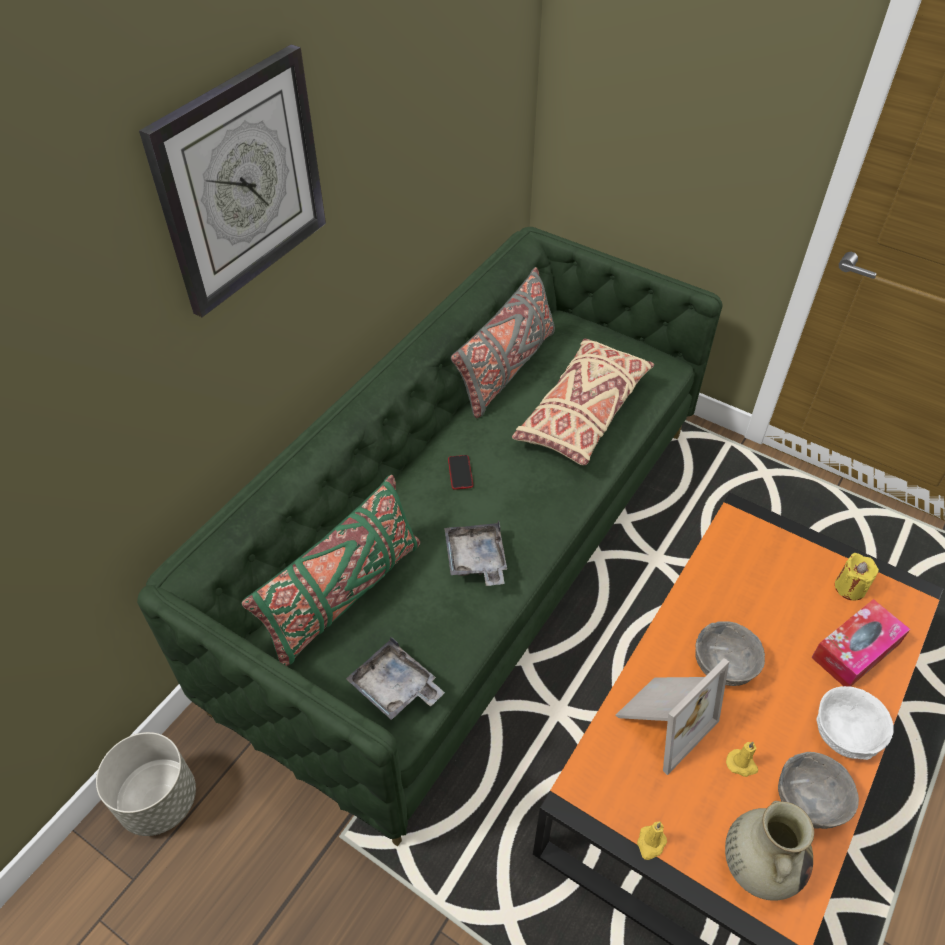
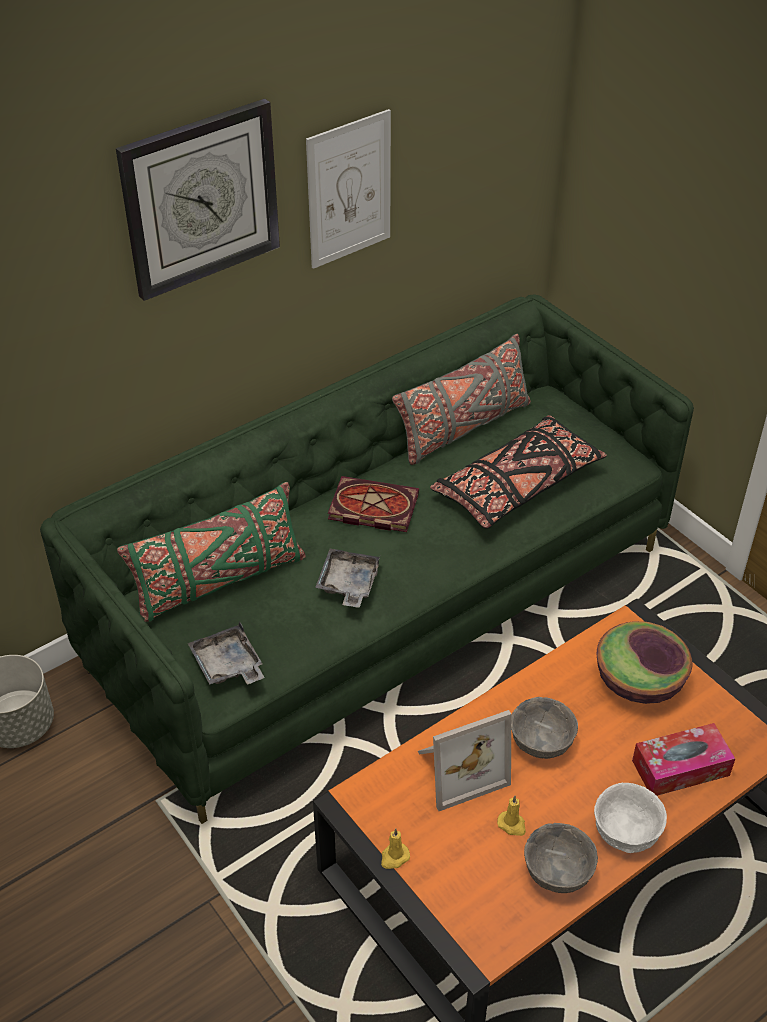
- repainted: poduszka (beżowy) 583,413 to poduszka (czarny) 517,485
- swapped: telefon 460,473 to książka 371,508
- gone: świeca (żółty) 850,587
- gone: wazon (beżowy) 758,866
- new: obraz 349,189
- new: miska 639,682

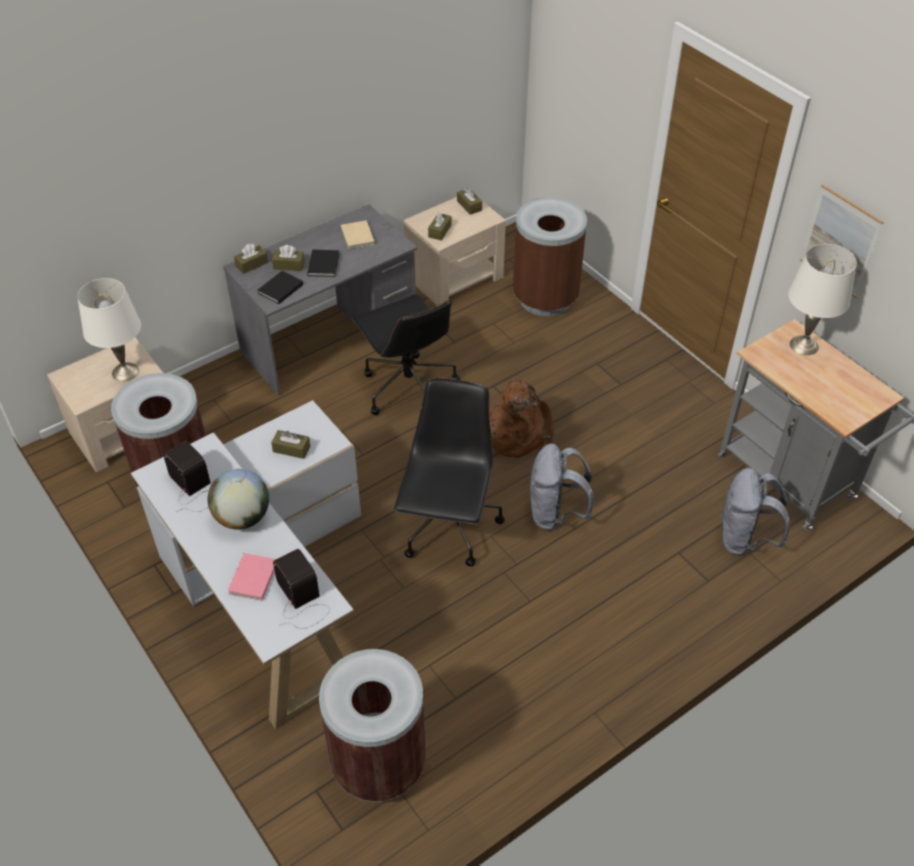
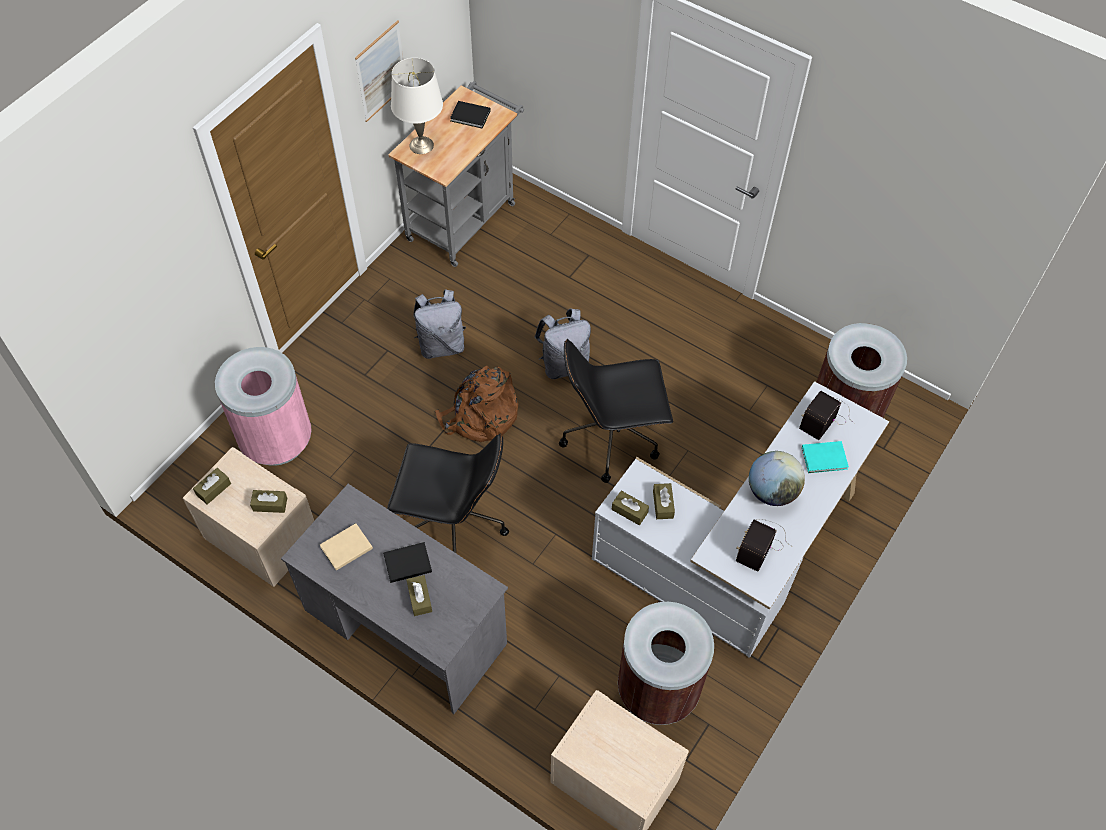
- repainted: kosz na śmieci (brązowy) 545,298 to kosz na śmieci (różowy) 276,440
- shifted: pudełko chusteczek (brązowy) 252,264 to 629,511
- shifted: książka (czarny) 279,289 to 471,116
- gone: lampa stołowa (biały) 126,371
- rotated: krzesło biurowe (czarny) 408,388 = 453,525 60 degrees clockwise
- shifted: plecak (szary) 744,539 to 441,345
- repainted: książka (różowy) 252,579 to książka (turkusowy) 825,458

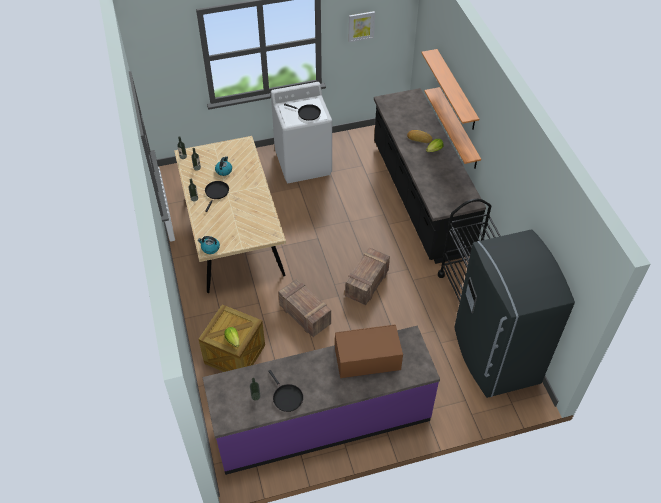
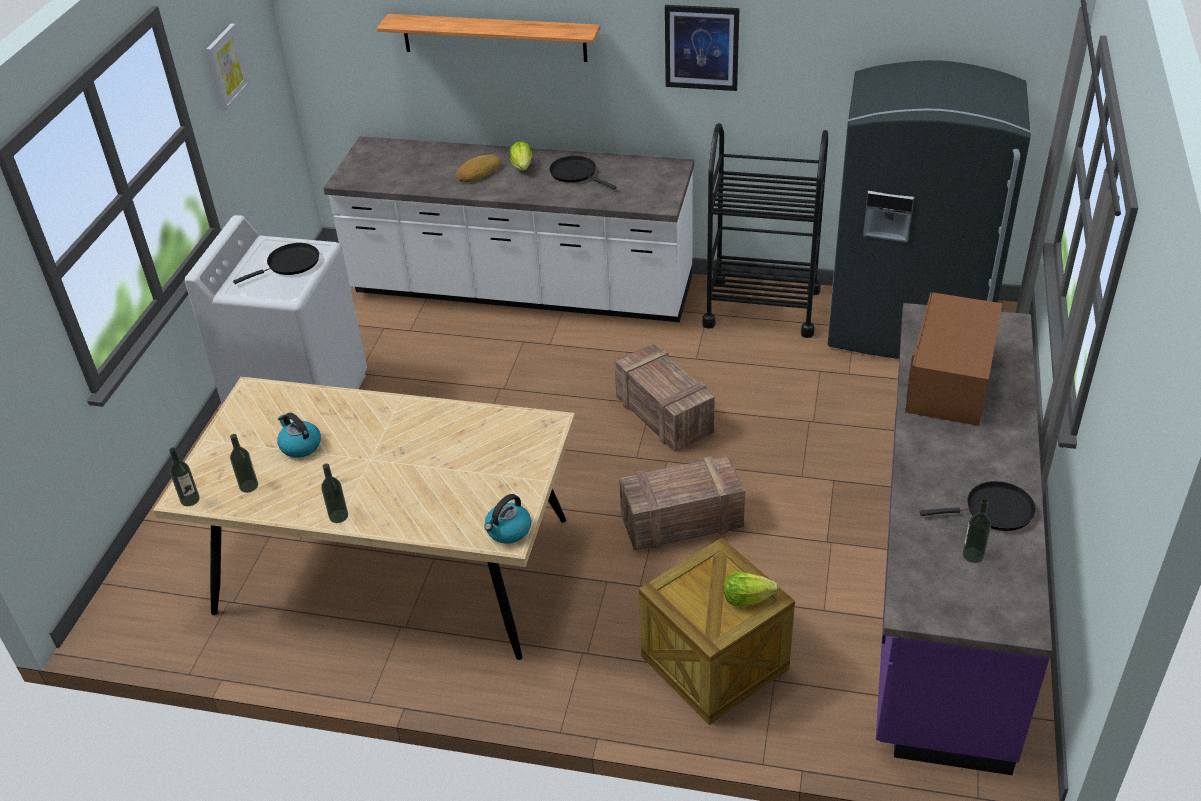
- gone: półka 458,129
- repainted: zabudowa kuchenna (czarny) 420,197 to zabudowa kuchenna (biały) 521,289
- shifted: patelnia (czarny) 216,193 to 576,173
- new: obraz 701,47

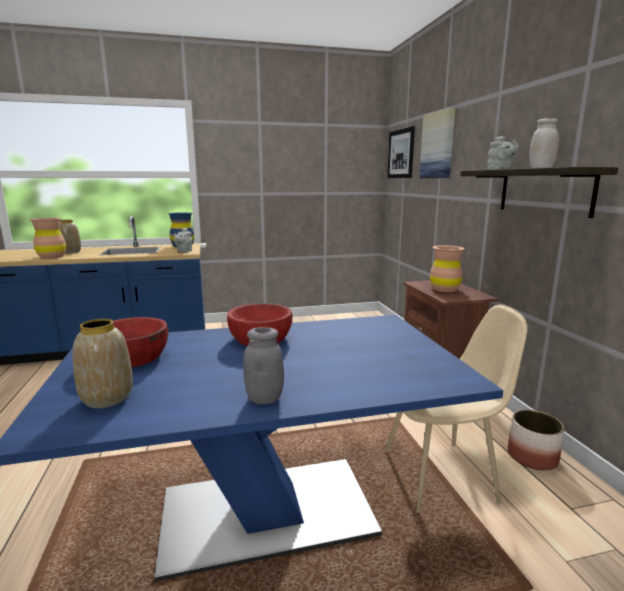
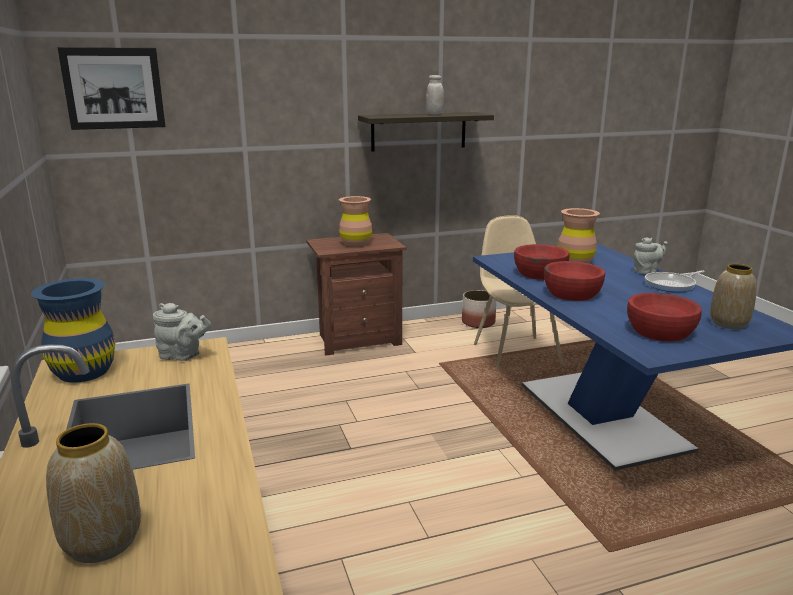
- gone: obraz 438,145
- shifted: imbryk (szary) 500,170 to 647,271
- shifted: wazon (brązowy) 52,257 to 575,262
- swapped: słoik (szary) 264,399 to patelnia 672,285
- new: miska (czerwony) 540,273

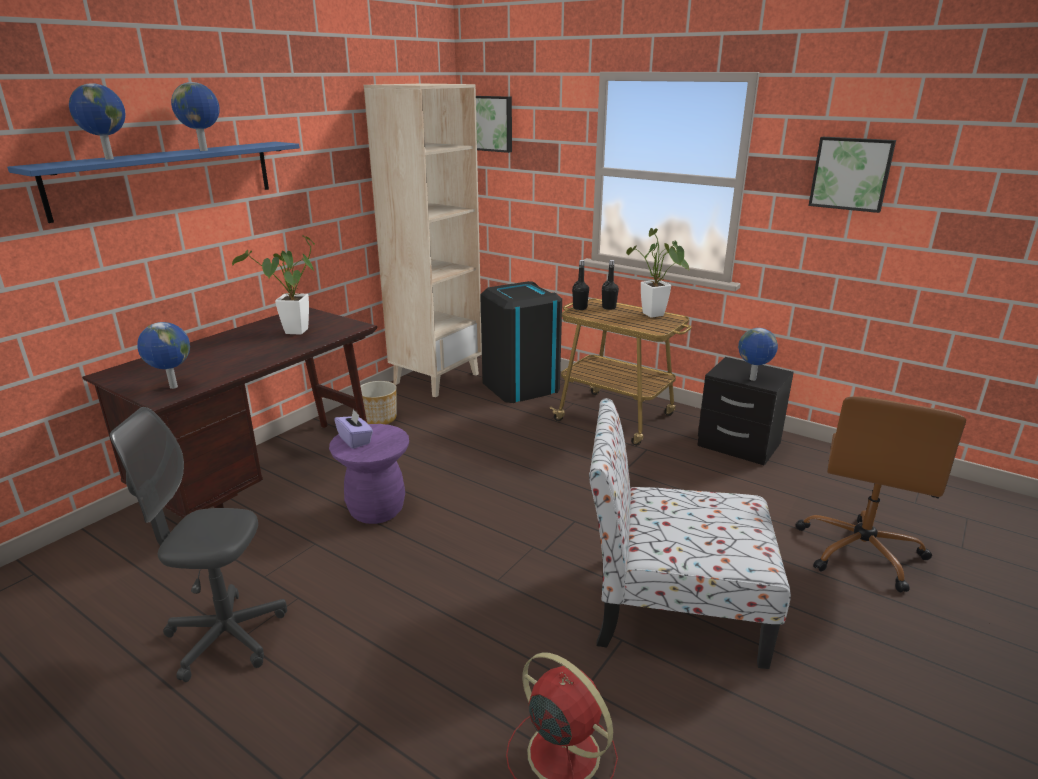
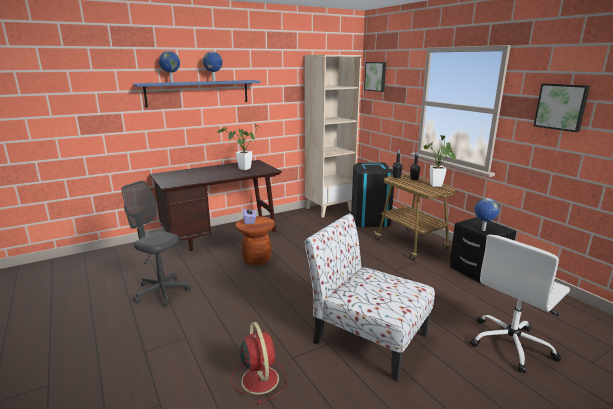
- gone: globus 172,387
- gone: donica 379,418
- repainted: krzesło biurowe (brązowy) 860,551 to krzesło biurowe (biały) 511,344
- repainted: stołek (fioletowy) 376,510 to stołek (brązowy) 256,259

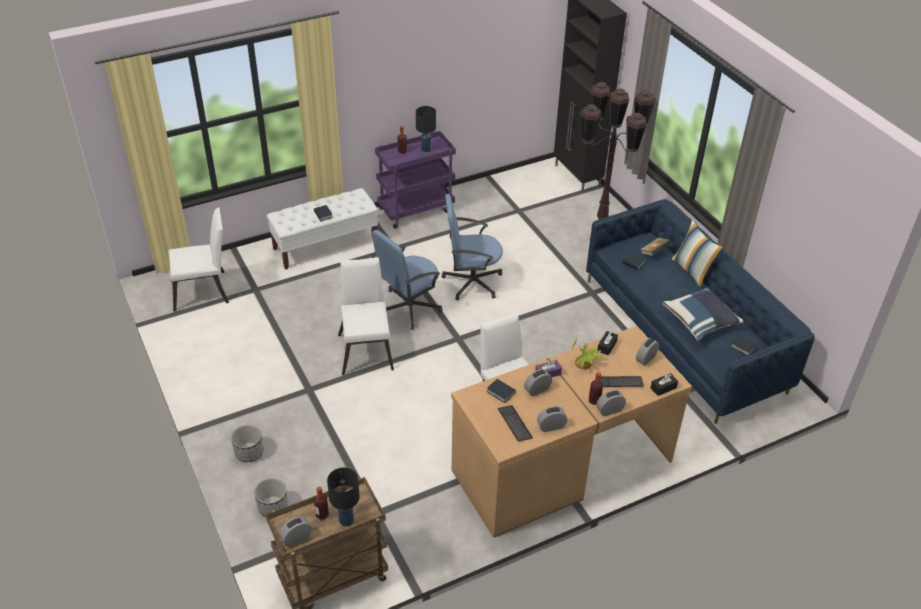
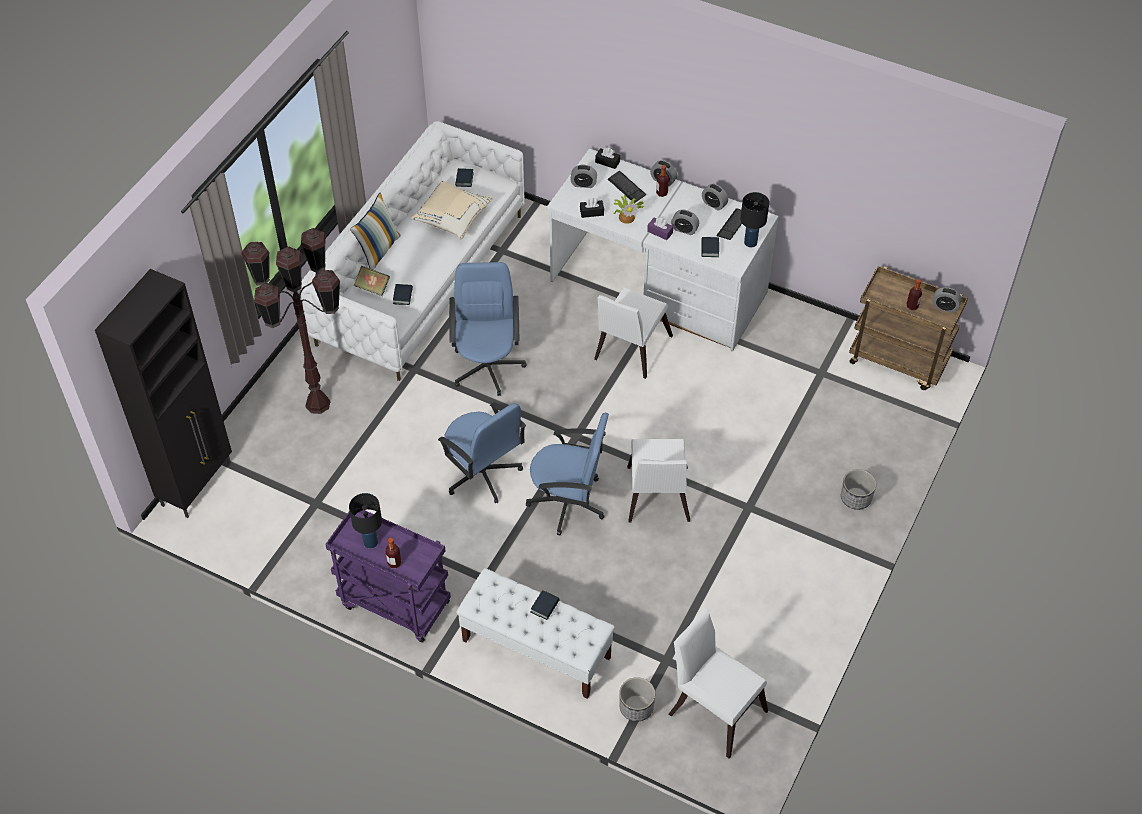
- repainted: kanapa (niebieski) 683,335 to kanapa (biały) 421,278
- rotated: krzesło (biały) 366,348 = 657,499 45 degrees counterclockwise
- repainted: poduszka (niebieski) 700,322 to poduszka (beżowy) 452,217
- repainted: biurko (brązowy) 561,464 to biurko (biały) 657,288
- shifted: lampa stołowa (czarny) 346,520 to 750,243
- shifted: donica 273,506 to 636,707
- new: krzesło biurowe (niebieski) 487,366

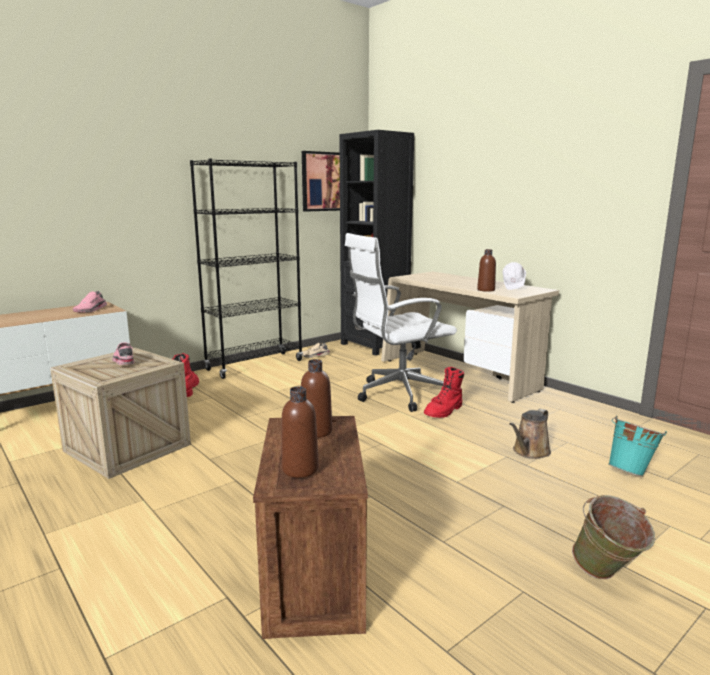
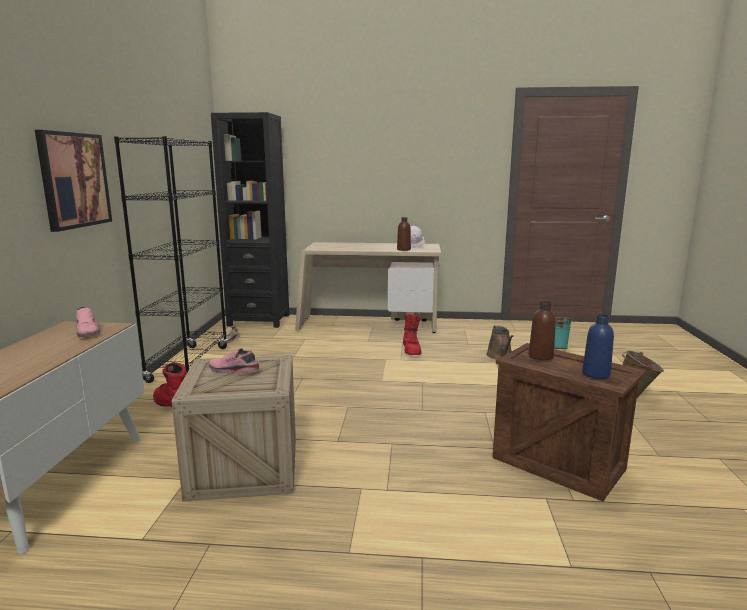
- shifted: obraz 325,181 to 74,180
- gone: krzesło biurowe (biały) 397,394
- repainted: butelka (brązowy) 300,469 to butelka (niebieski) 596,374

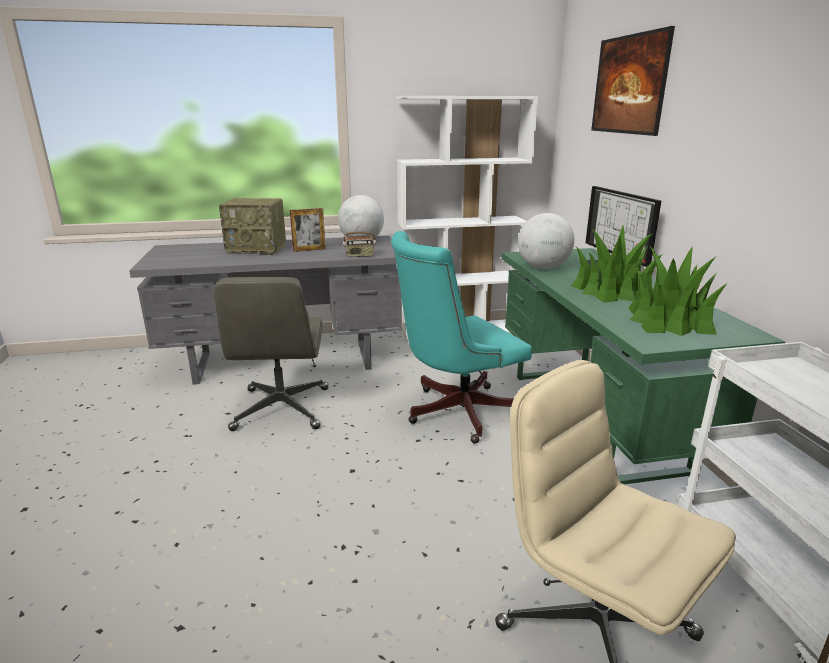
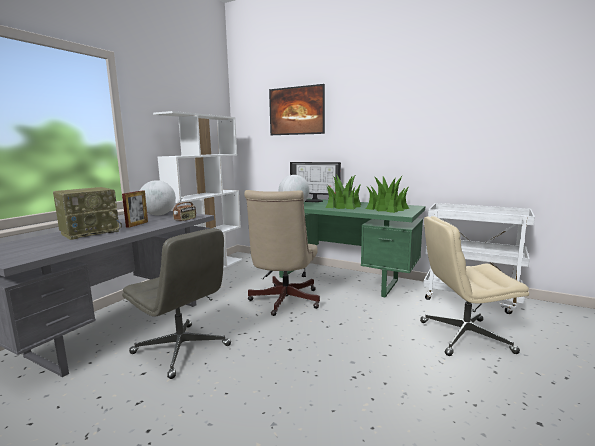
- repainted: krzesło biurowe (turkusowy) 455,412 to krzesło biurowe (beżowy) 283,302

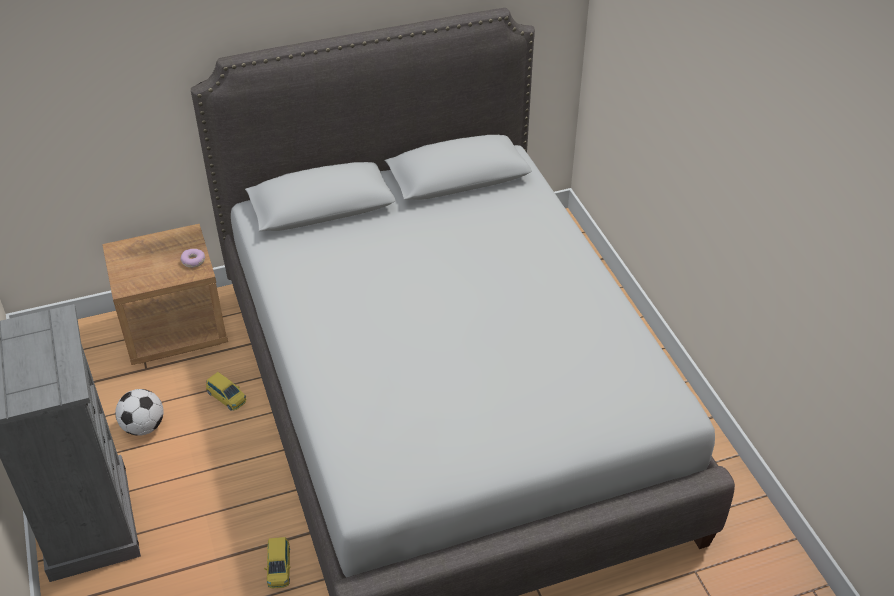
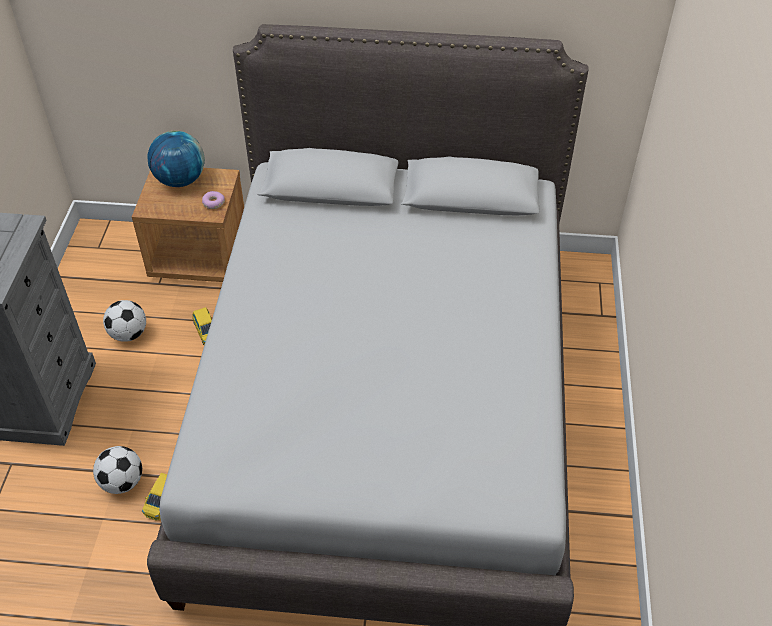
- new: globus 180,180
- new: piłka futbolowa 122,482

